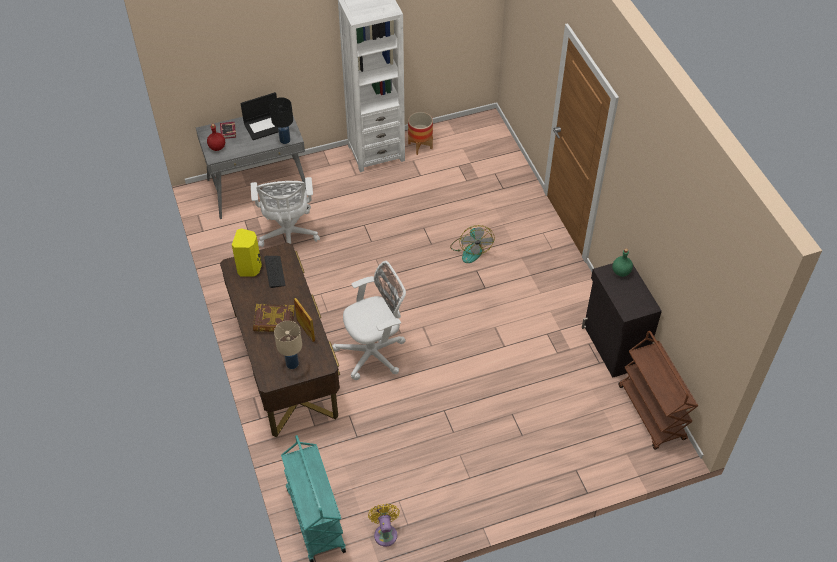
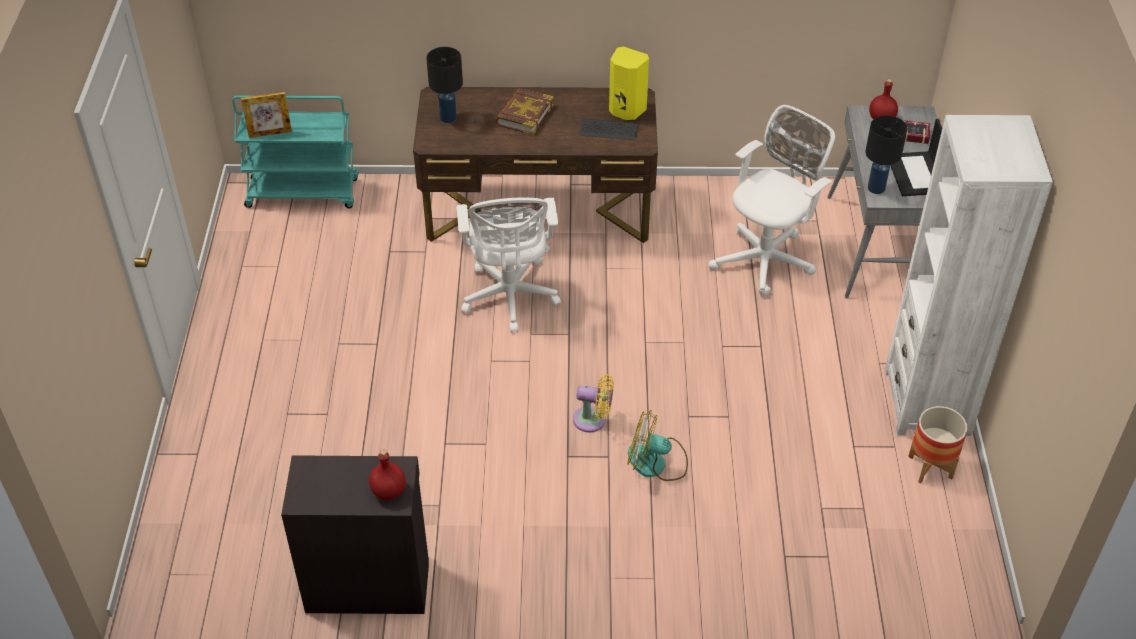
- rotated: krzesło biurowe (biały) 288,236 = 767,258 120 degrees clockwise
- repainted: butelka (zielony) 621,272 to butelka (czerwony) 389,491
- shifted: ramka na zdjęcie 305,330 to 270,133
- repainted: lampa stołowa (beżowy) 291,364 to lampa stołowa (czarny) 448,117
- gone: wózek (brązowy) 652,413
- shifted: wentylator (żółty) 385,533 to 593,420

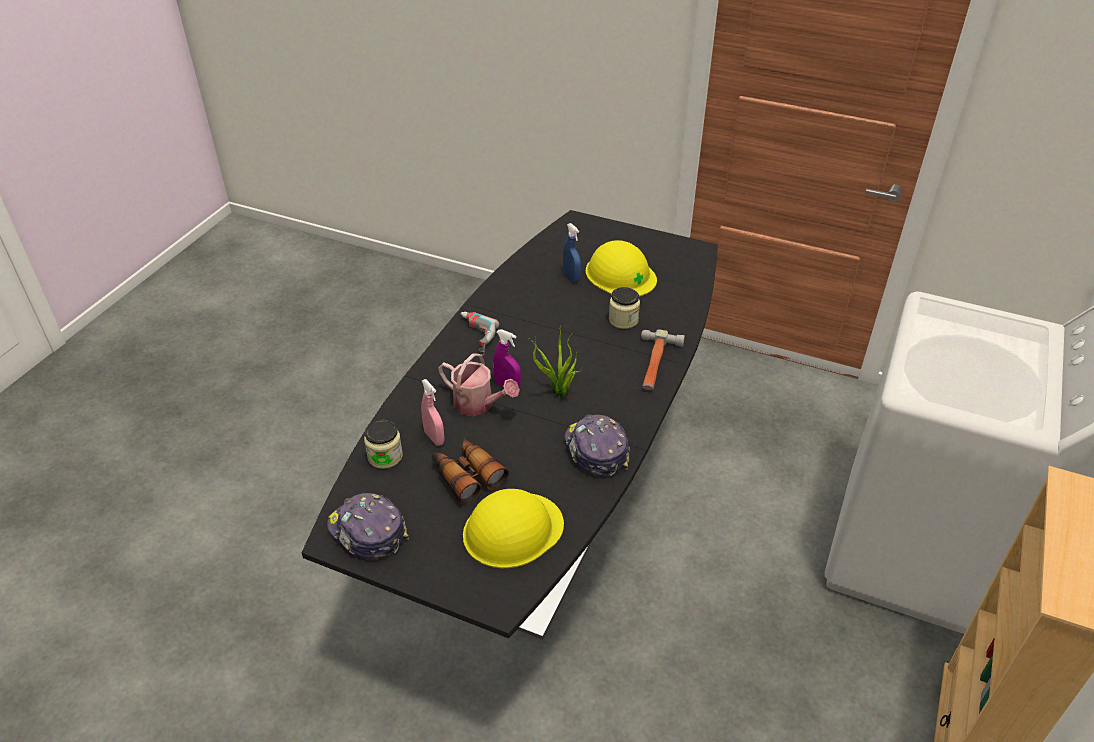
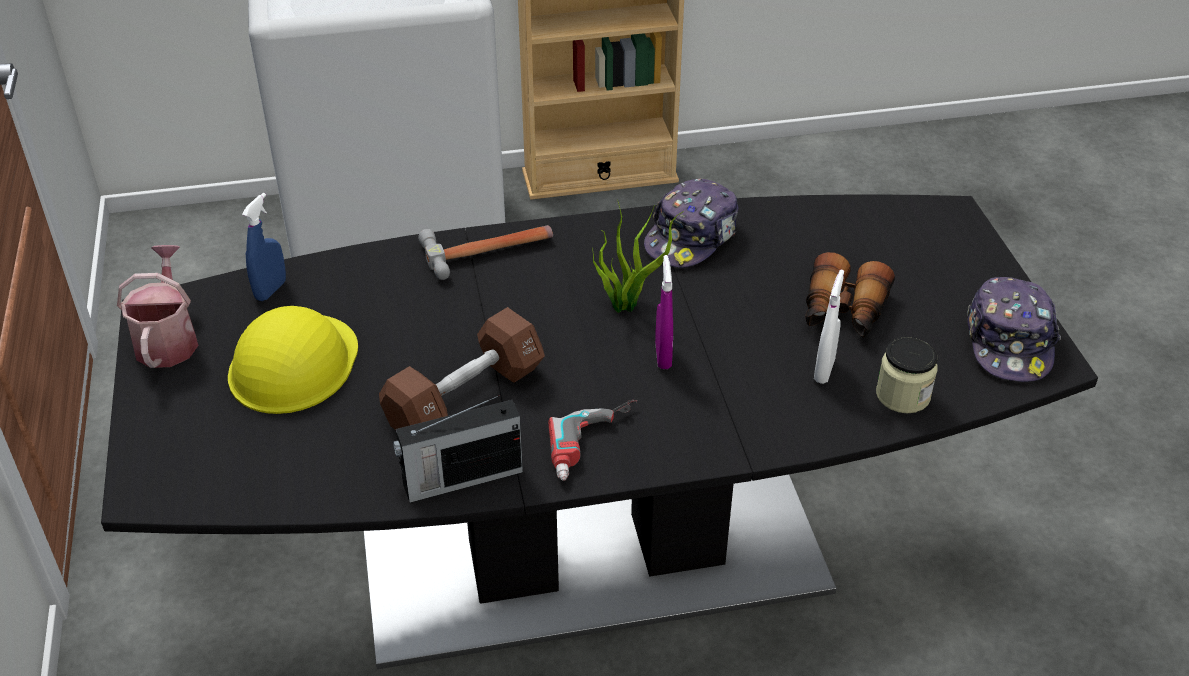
- shifted: spryskiwacz (niebieski) 571,277 to 270,290
- gone: słoik 623,320
- shifted: konewka 478,404 to 168,339
- repainted: spryskiwacz (różowy) 434,438 to spryskiwacz (biały) 824,370
- gone: kask (żółty) 512,530
- new: hantel (brązowy) 465,397
- new: radio 460,478

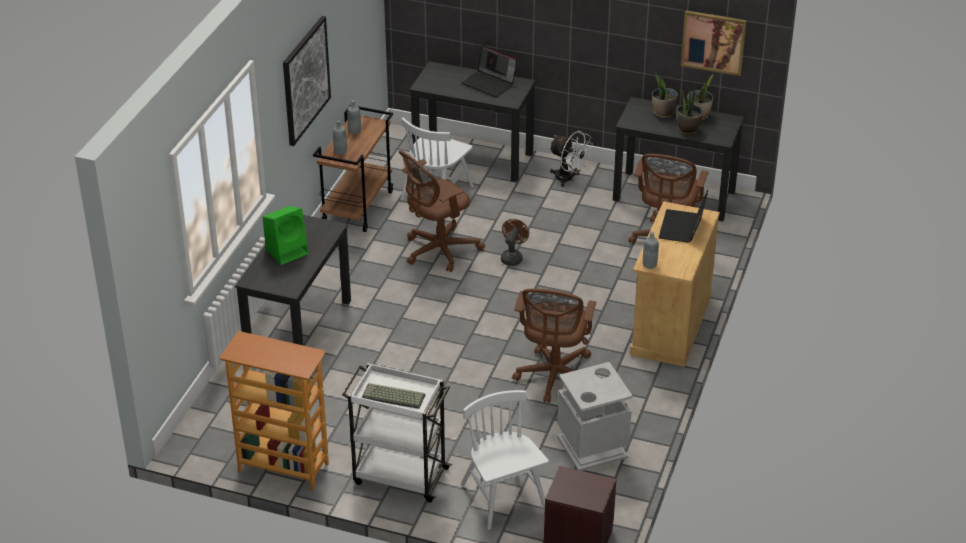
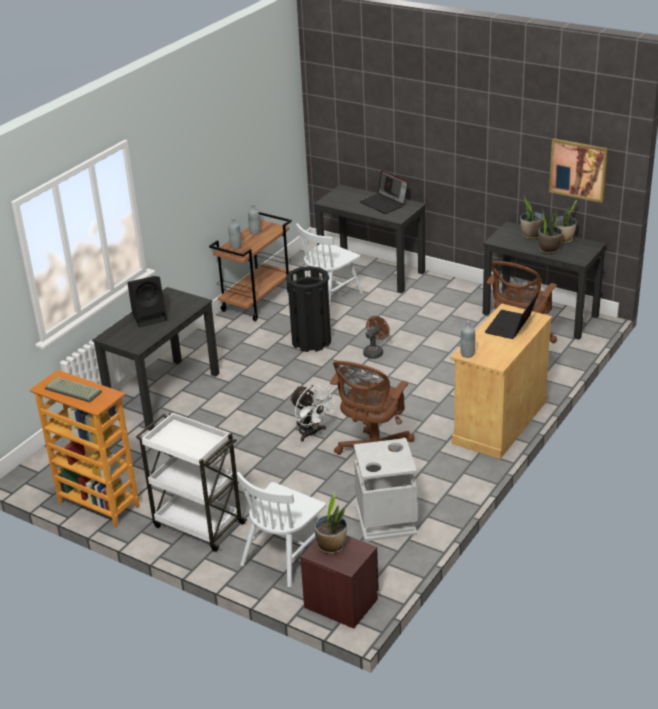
- gone: obraz 305,80
- shifted: wentylator (biały) 568,179 to 312,433
- swapped: krzesło biurowe (brązowy) 438,251 to kosz na śmieci (czarny) 311,341
- repainted: głośnik (zielony) 287,251 to głośnik (czarny) 150,317
- shifted: klawiatura 392,397 to 72,391
- rotated: krzesło (biały) 504,497 = 285,556 135 degrees counterclockwise
- new: roślina doniczkowa 331,546

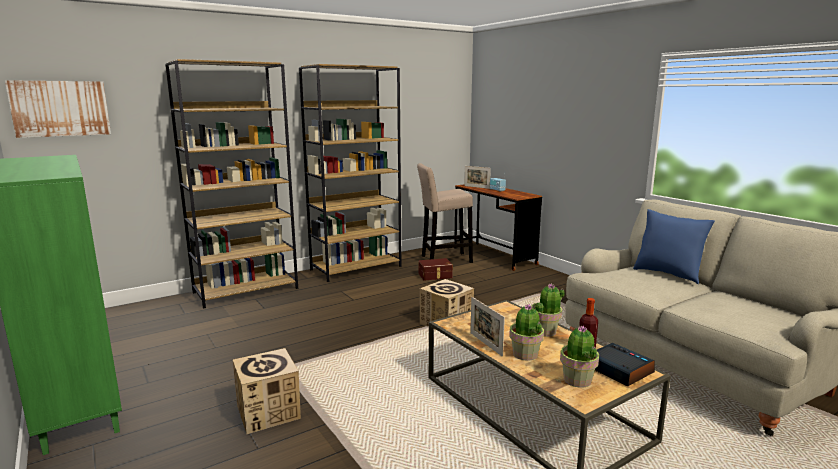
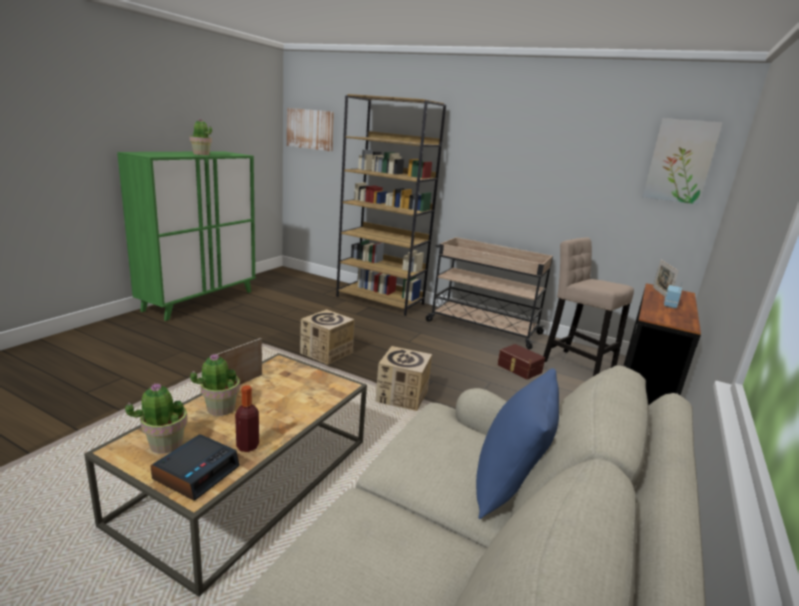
- swapped: regał (brązowy) 356,268 to wózek (beżowy) 482,327
- shifted: roślina doniczkowa 545,331 to 201,154
- shifted: karton 268,412 to 326,353
- new: obraz 680,161

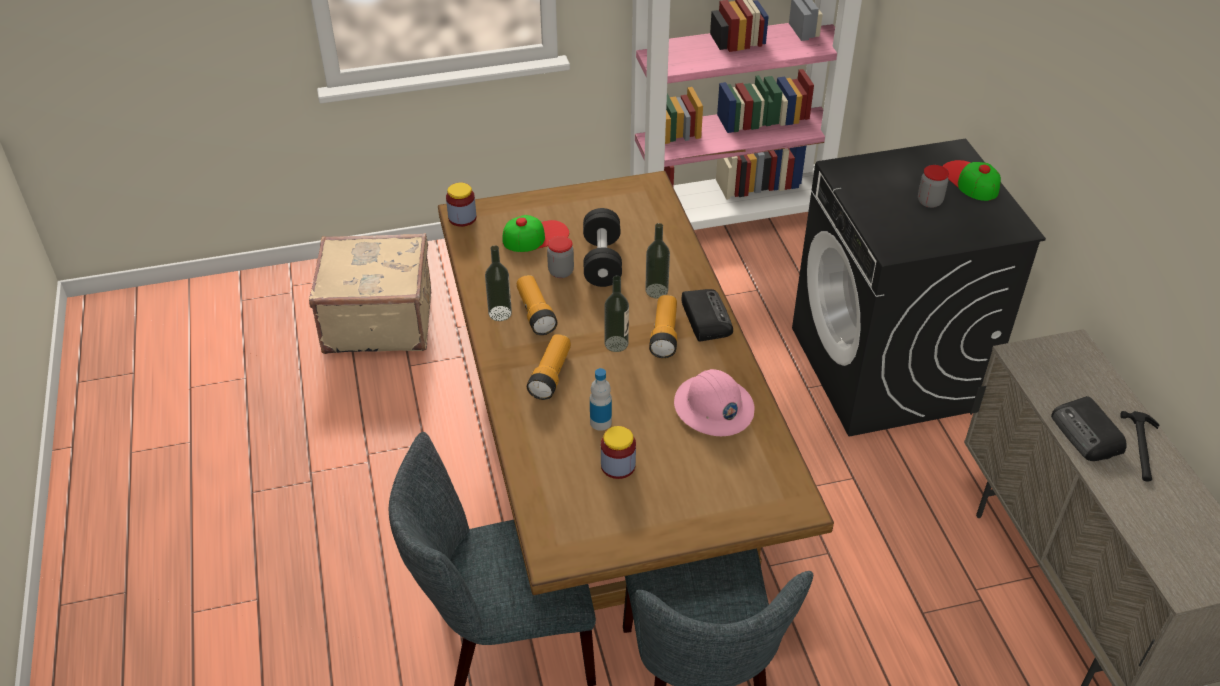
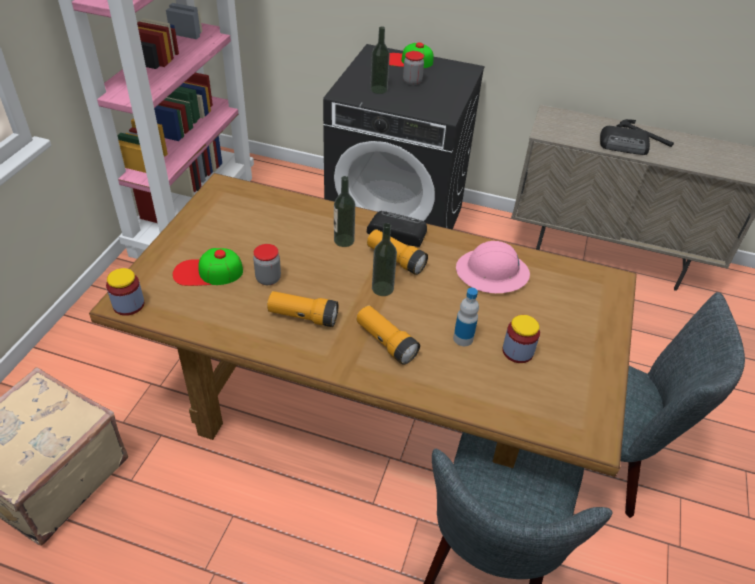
- gone: hantel (czarny) 602,261
- rotated: czapka z daszkiem 535,236 = 208,272 105 degrees counterclockwise
- shifted: butelka 500,313 to 378,89

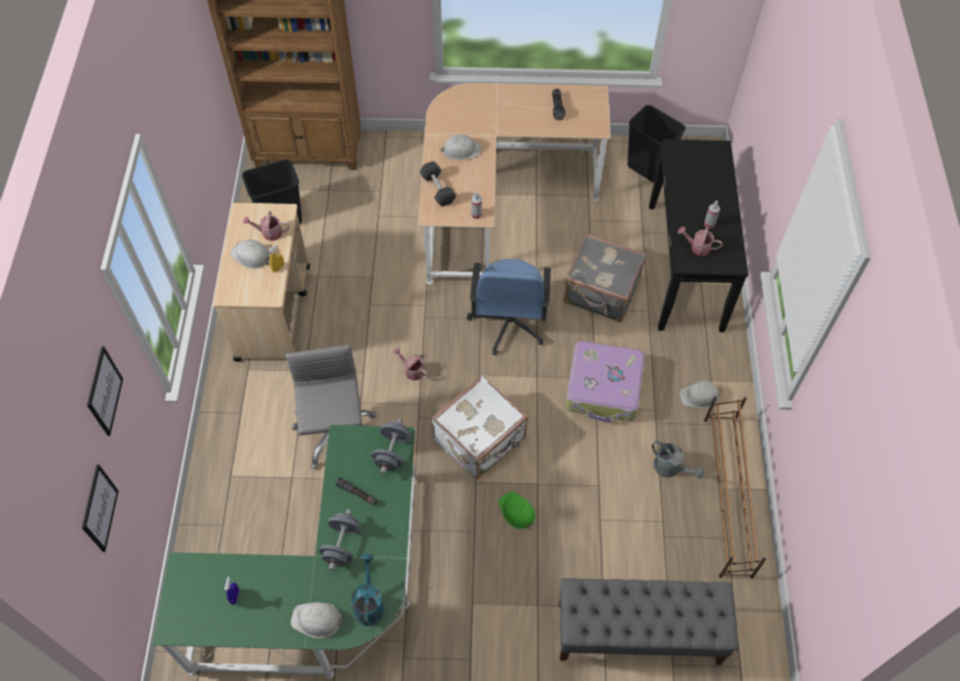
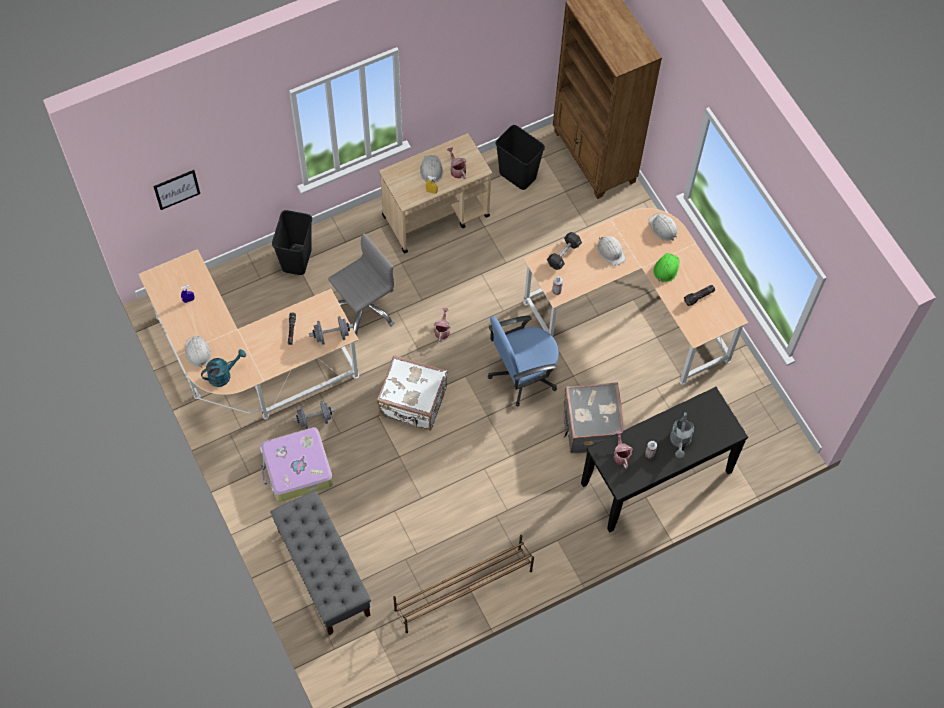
- shifted: kosz na śmieci (czarny) 647,168 to 296,259
- shifted: walizka 604,388 to 297,469
- gone: obraz 104,391
- shifted: kask (biały) 699,396 to 663,228
- repainted: biurko (zielony) 328,594 to biurko (beżowy) 248,367
- shifted: konewka (szary) 671,468 to 680,442
- shifted: kask (zielony) 517,511 to 666,268
- shifted: hantel (szary) 342,545 to 314,419

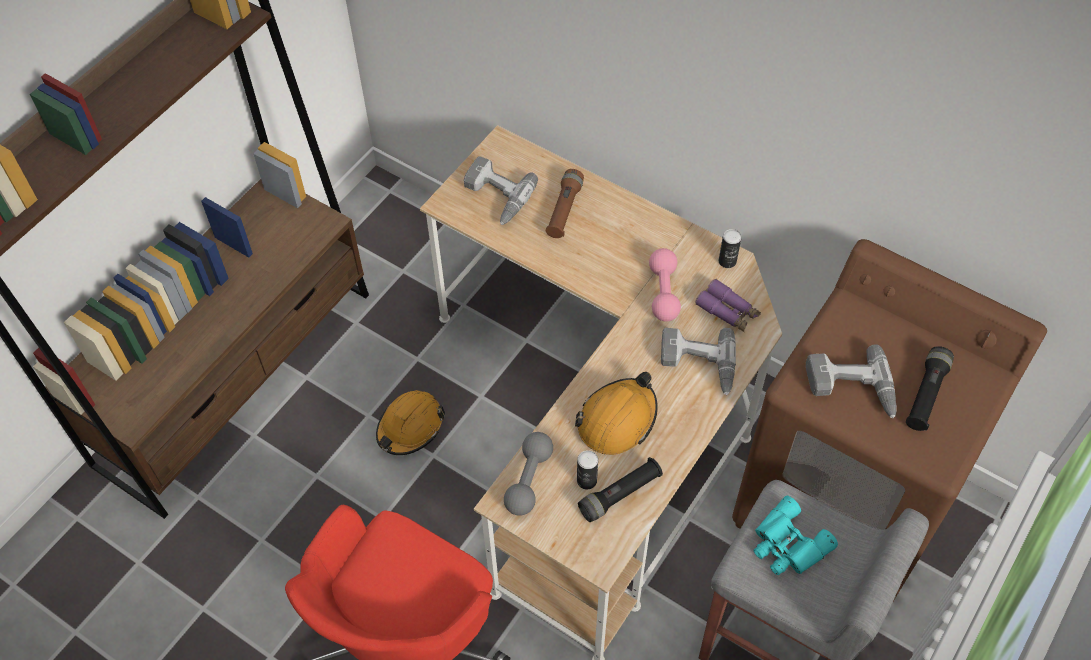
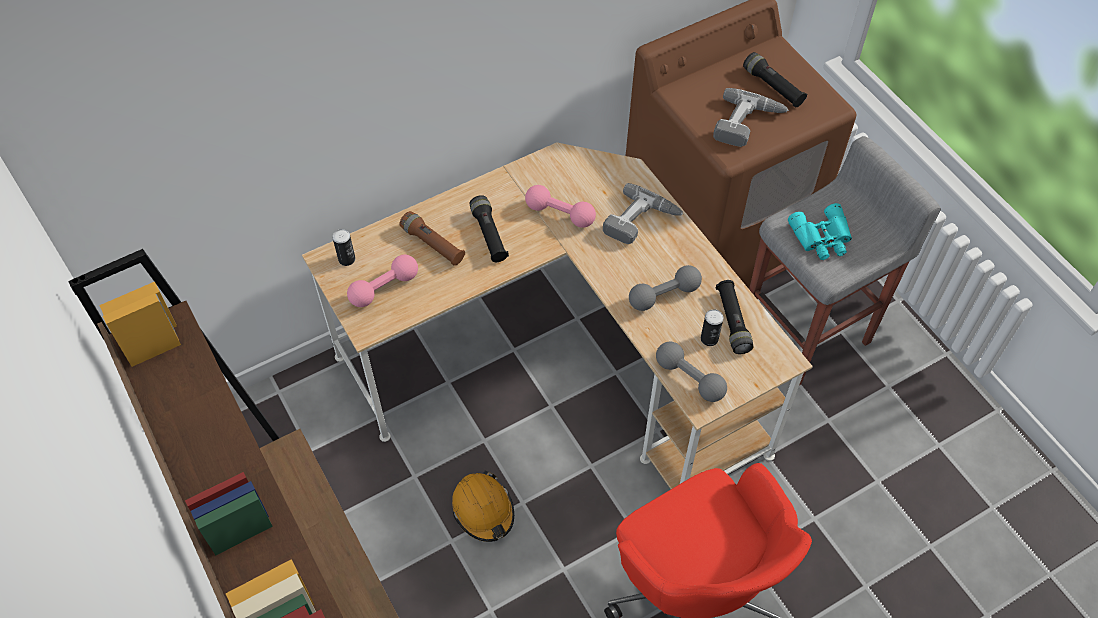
- swapped: wiertarka 495,197 to hantel (różowy) 384,288
- shifted: puszka 727,261 to 347,259
- gone: lornetka (fioletowy) 727,311
- swapped: kask (pomarańczowy) 617,420 to hantel (szary) 664,295
- new: latarka (czarny) 489,235

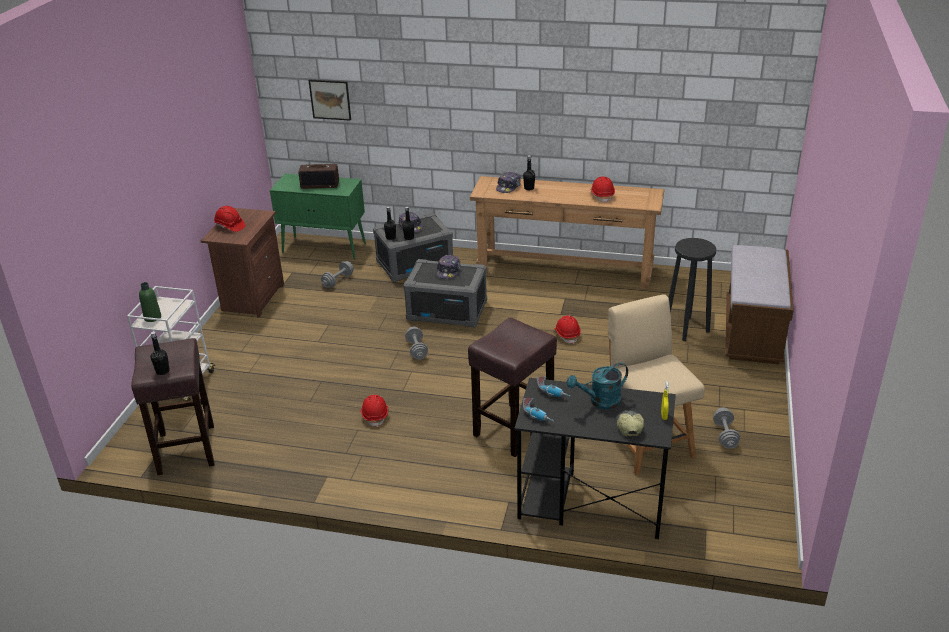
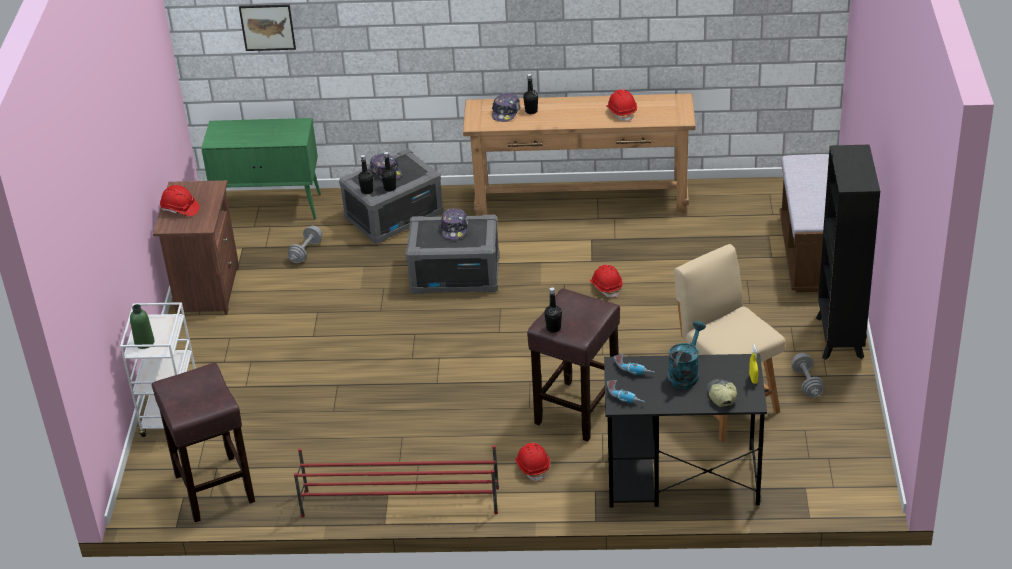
- gone: radio 320,185
- gone: stołek (czarny) 687,329
- gone: hantel (szary) 416,350
- shifted: butelka (czarny) 162,371 to 553,328
- rotated: konewka (turkusowy) 600,402 = 685,373 150 degrees clockwise
- shifted: kask (czerwony) 375,415 to 533,467
- new: regał (czarny) 839,338
- new: regał na buty (czerwony) 399,501

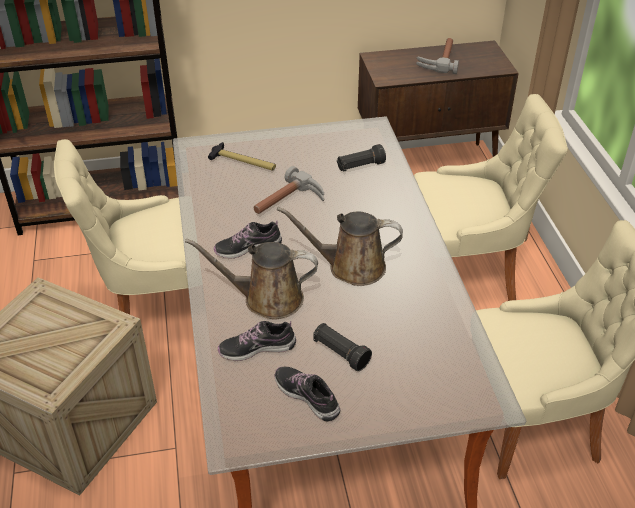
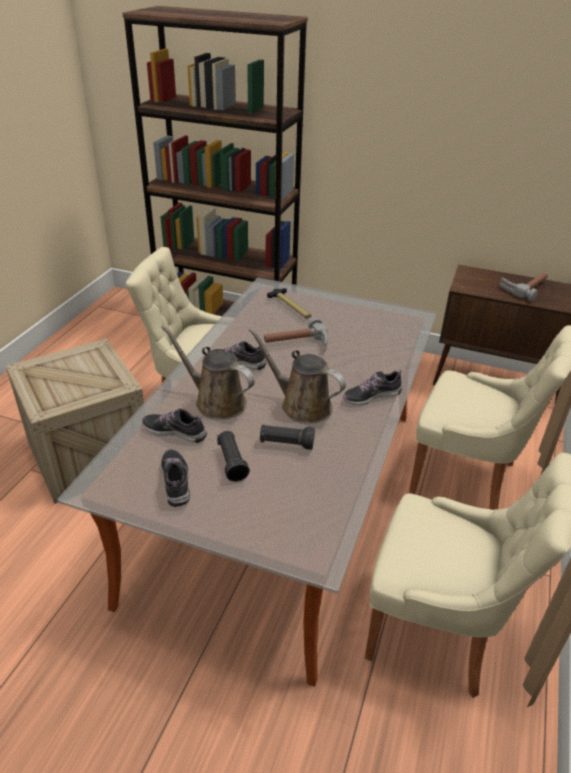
- shifted: latarka (czarny) 360,166 to 286,443
- new: but 371,396

